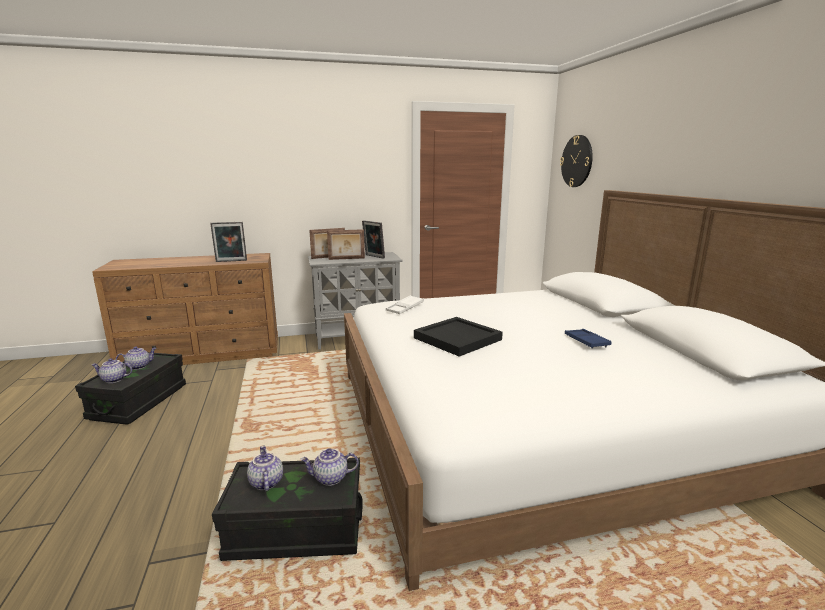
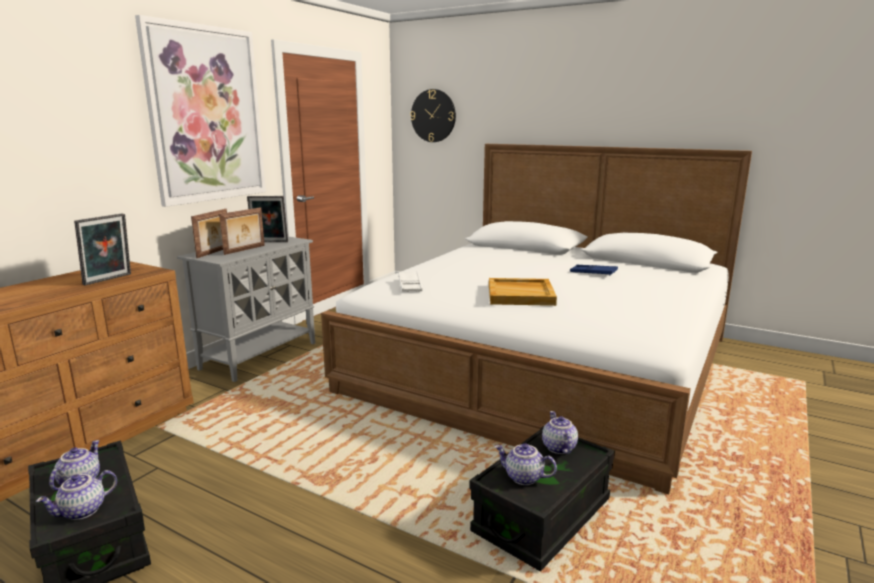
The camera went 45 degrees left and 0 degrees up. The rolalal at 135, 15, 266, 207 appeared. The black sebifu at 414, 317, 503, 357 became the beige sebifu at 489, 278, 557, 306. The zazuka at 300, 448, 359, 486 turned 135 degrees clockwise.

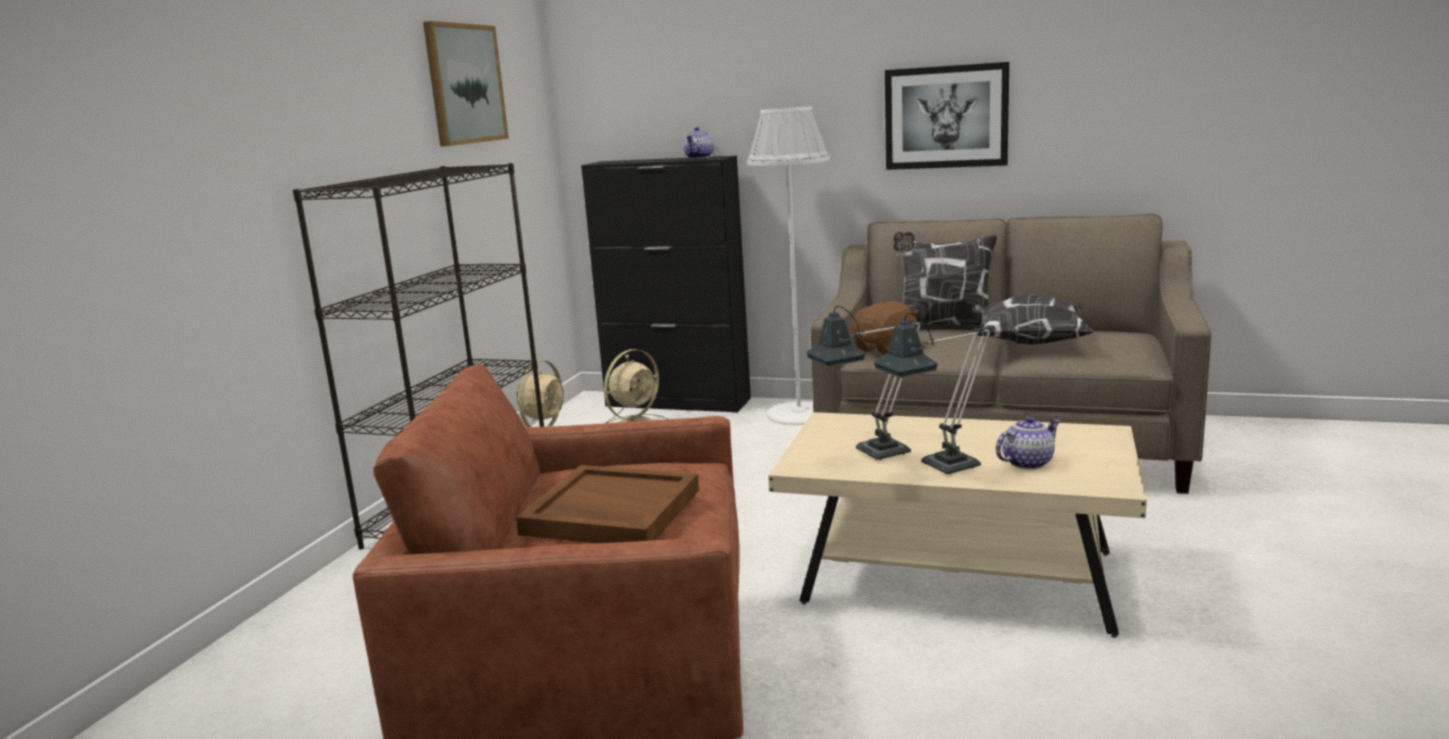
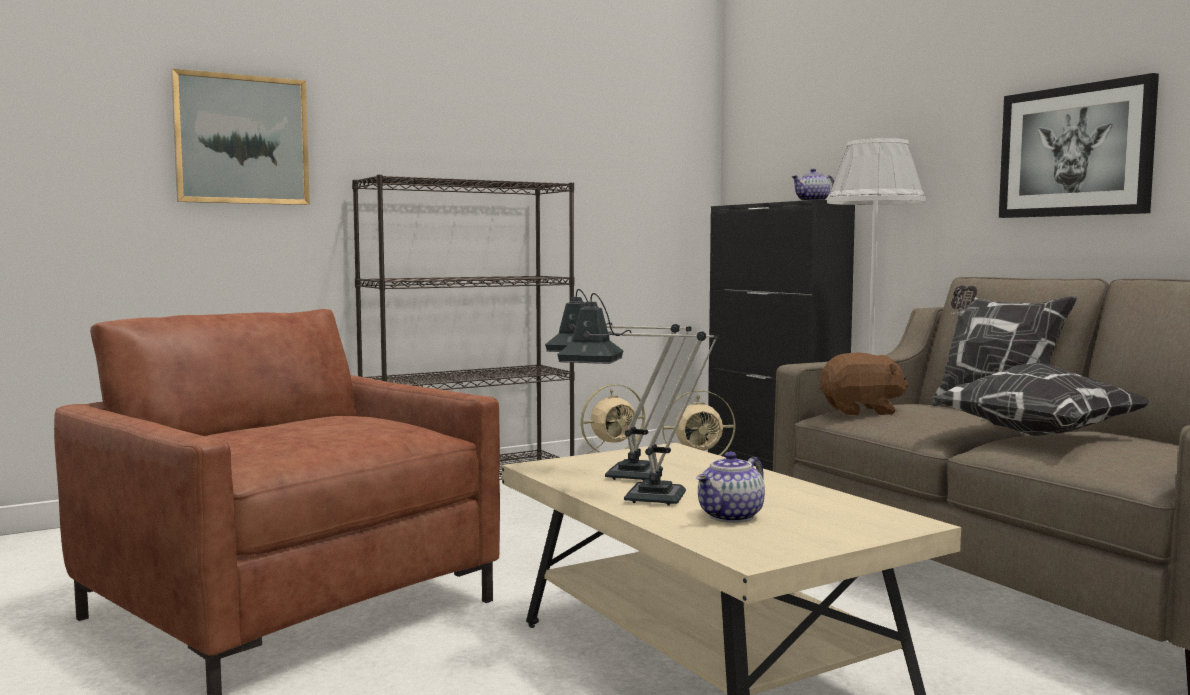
The camera went 40 degrees right and 10 degrees down. The brown sebifu at 516, 465, 699, 543 disappeared. The rolalal moved from 423, 21, 509, 147 to 171, 69, 310, 205. The zazuka at 996, 416, 1060, 469 turned 120 degrees clockwise.

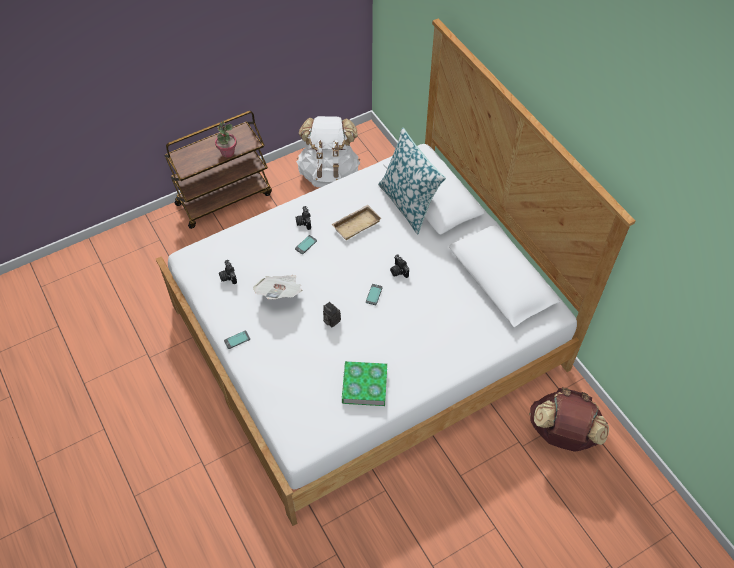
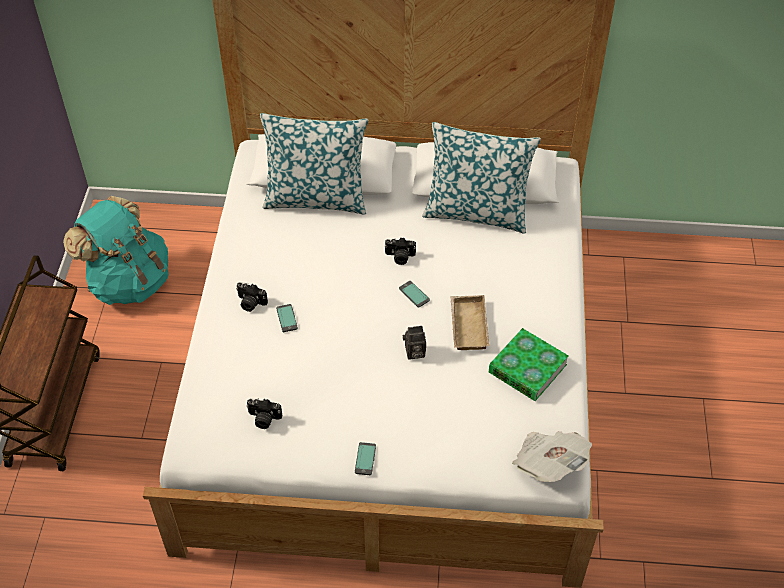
The camera went 55 degrees left and 5 degrees down. The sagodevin at 215, 121, 237, 158 disappeared. The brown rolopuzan at 529, 387, 609, 452 disappeared. The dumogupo at 422, 122, 541, 234 appeared. The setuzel moved from 253, 275, 302, 299 to 512, 431, 592, 482. The beige sebifu moved from 332, 205, 382, 240 to 450, 295, 490, 350. The white rolopuzan at 296, 116, 360, 187 became the turquoise rolopuzan at 63, 196, 169, 305.

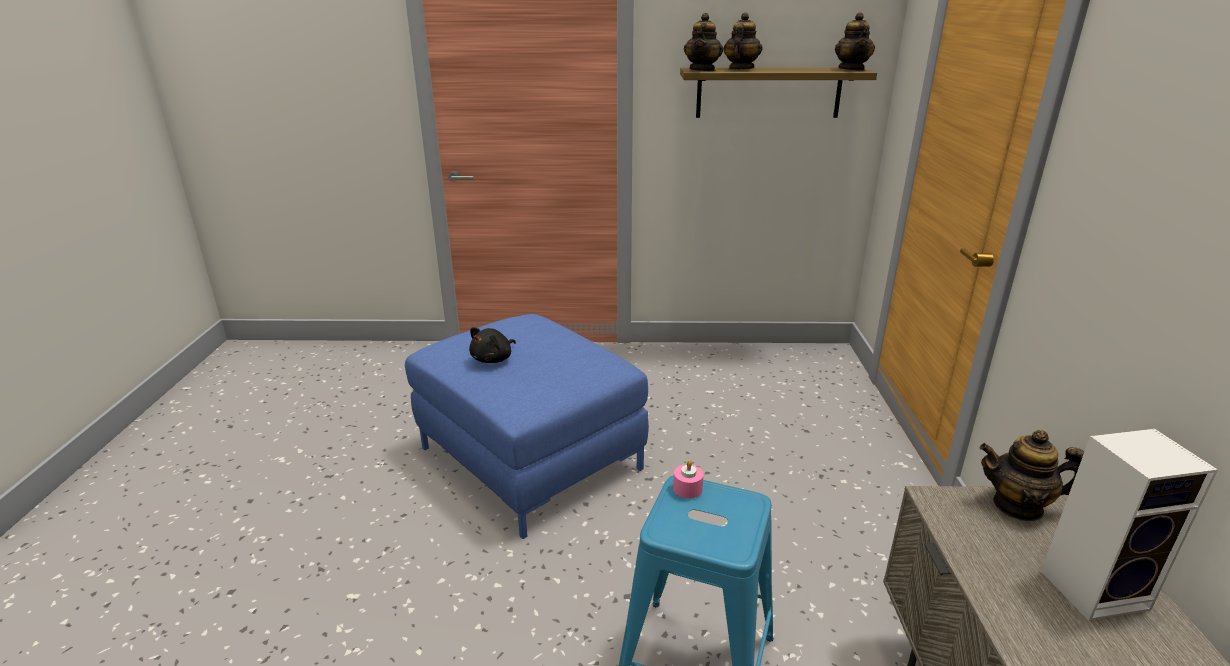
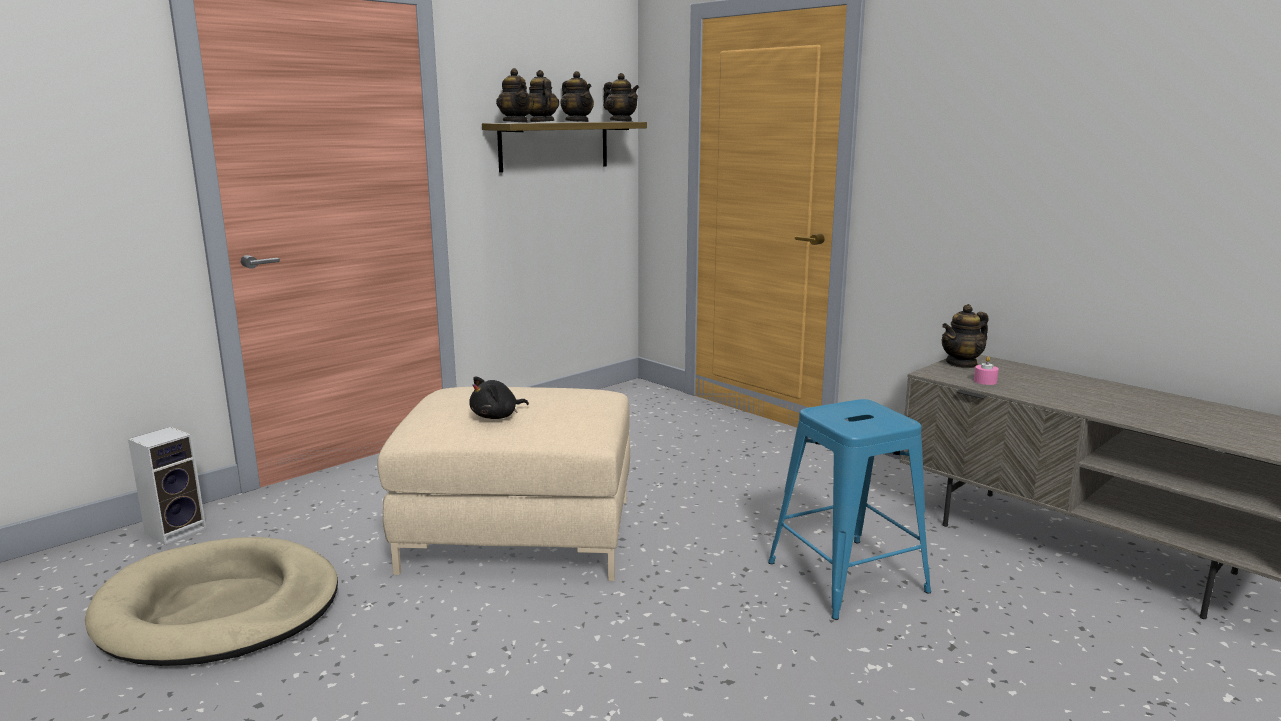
The camera went 45 degrees left and 10 degrees down. The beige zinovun at 85, 537, 338, 666 appeared. The zazuka at 560, 71, 594, 122 appeared. The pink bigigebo moved from 673, 460, 703, 498 to 974, 356, 999, 385. The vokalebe moved from 1041, 429, 1218, 621 to 128, 427, 206, 545. The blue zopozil at 405, 314, 649, 539 became the beige zopozil at 377, 387, 630, 581. The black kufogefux at 469, 327, 516, 363 turned 60 degrees clockwise.

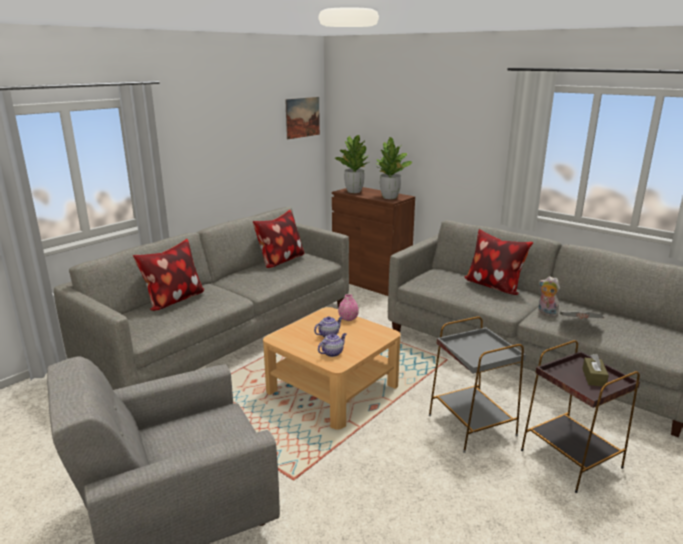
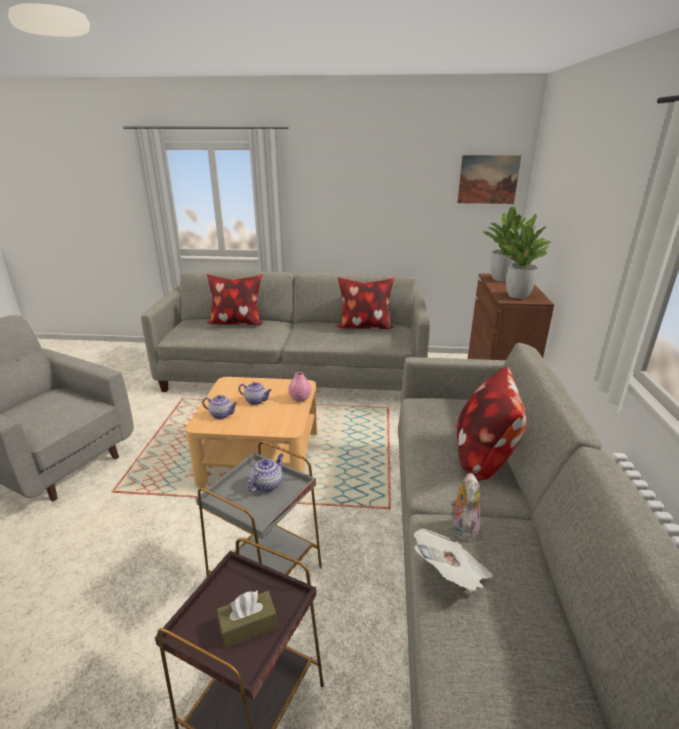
The camera went 55 degrees right and 5 degrees up. The zazuka at 247, 454, 284, 492 appeared.

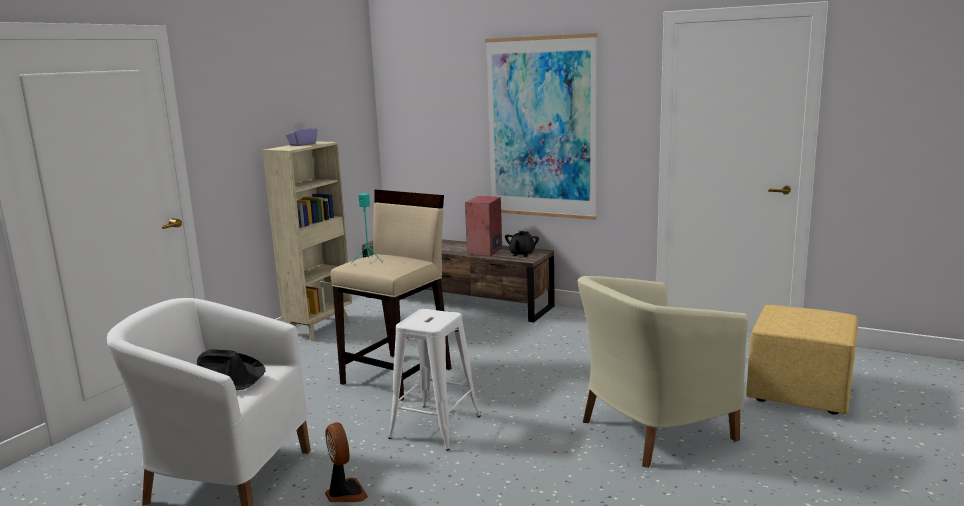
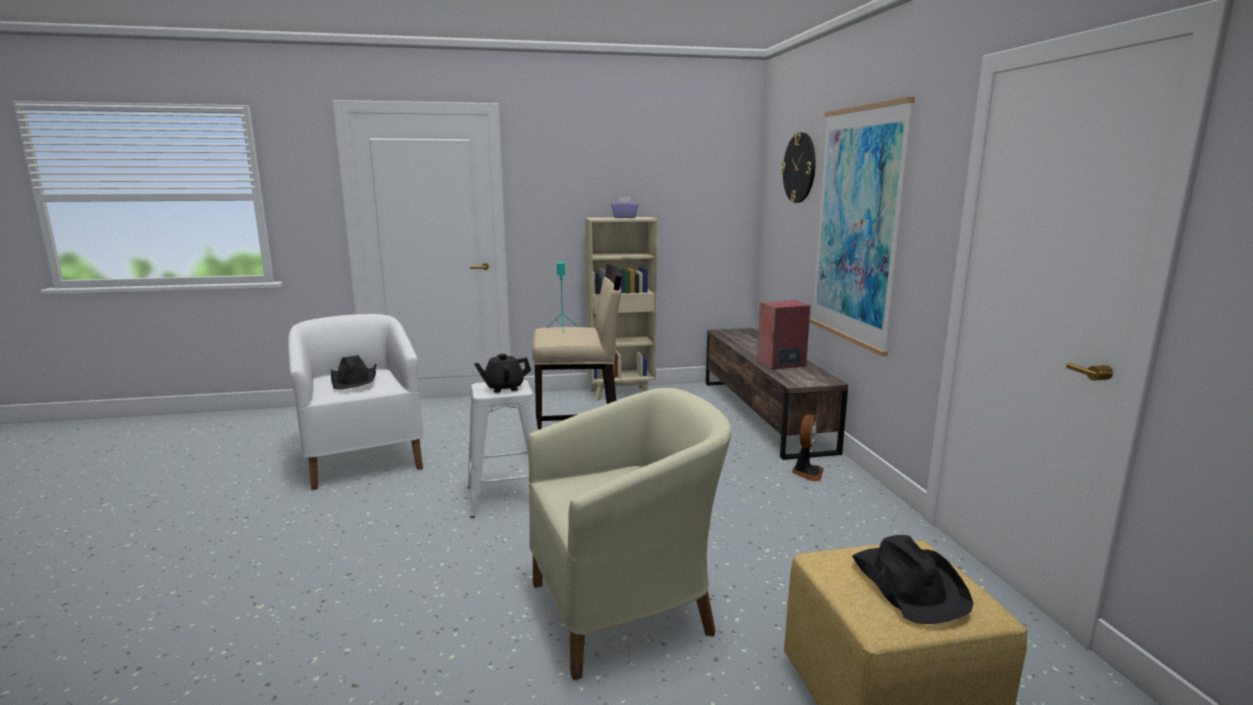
The camera went 50 degrees right and 0 degrees up. The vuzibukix at 781, 133, 816, 203 appeared. The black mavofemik at 852, 535, 973, 624 appeared. The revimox moved from 325, 422, 368, 502 to 792, 415, 824, 481. The black zazuka moved from 505, 231, 539, 257 to 474, 354, 531, 393. The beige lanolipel at 578, 276, 748, 468 turned 135 degrees clockwise.

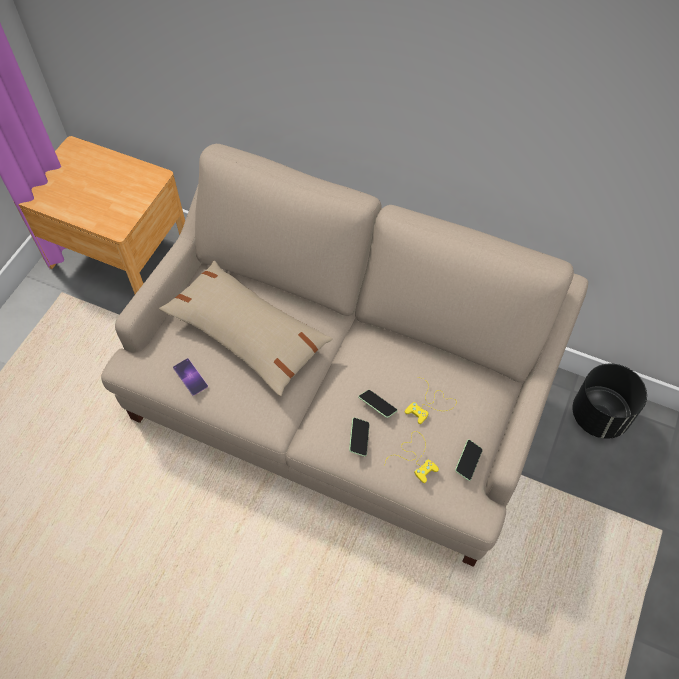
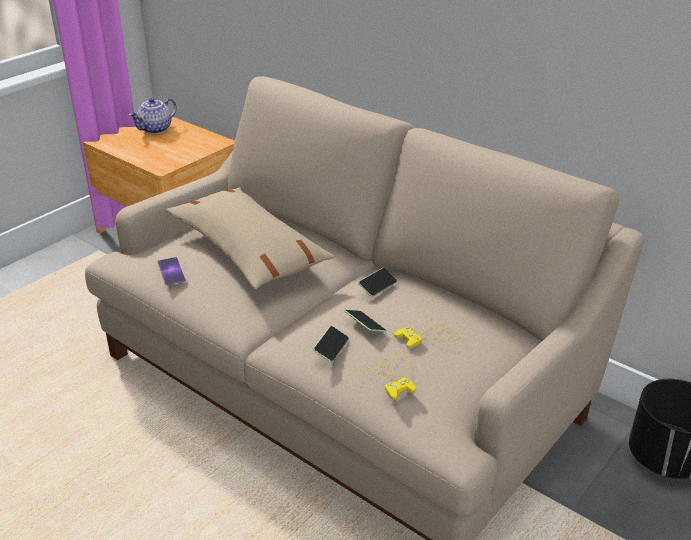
The camera went 15 degrees right and 25 degrees down. The zazuka at 129, 98, 177, 134 appeared. The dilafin moved from 455, 439, 483, 481 to 358, 268, 397, 297.

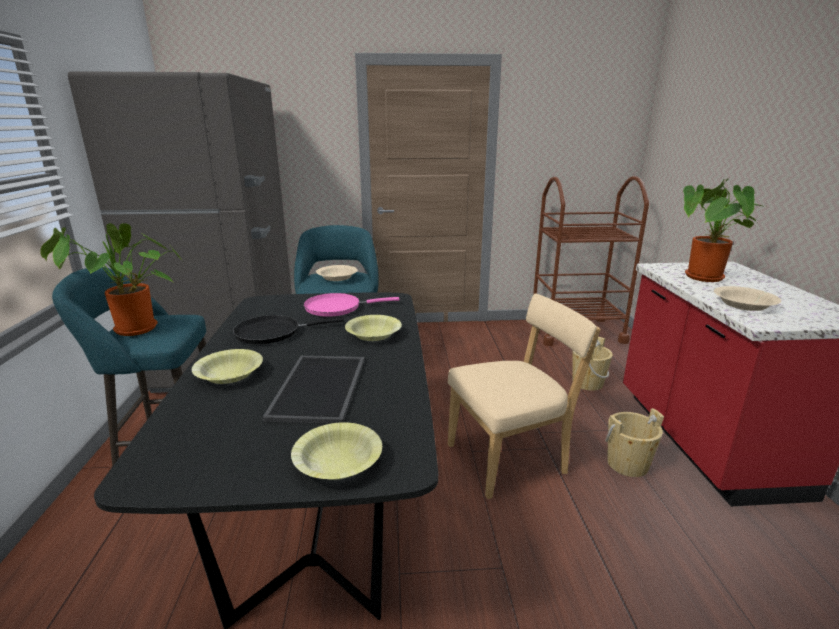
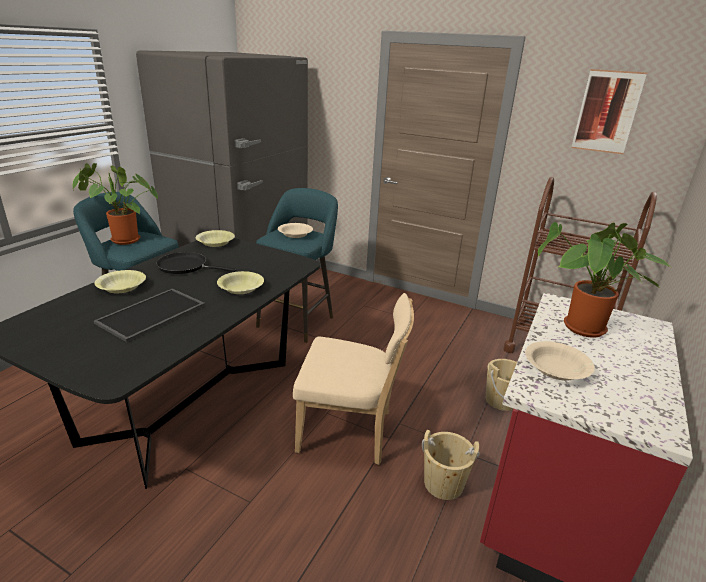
The camera went 30 degrees right and 5 degrees up. The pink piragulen at 304, 293, 400, 317 disappeared. The rolalal at 571, 69, 647, 154 appeared. The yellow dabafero moved from 291, 422, 382, 480 to 196, 230, 235, 247.

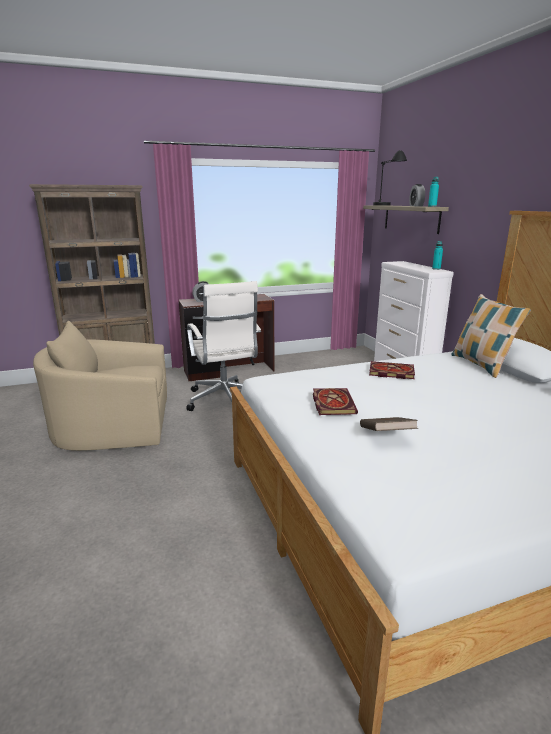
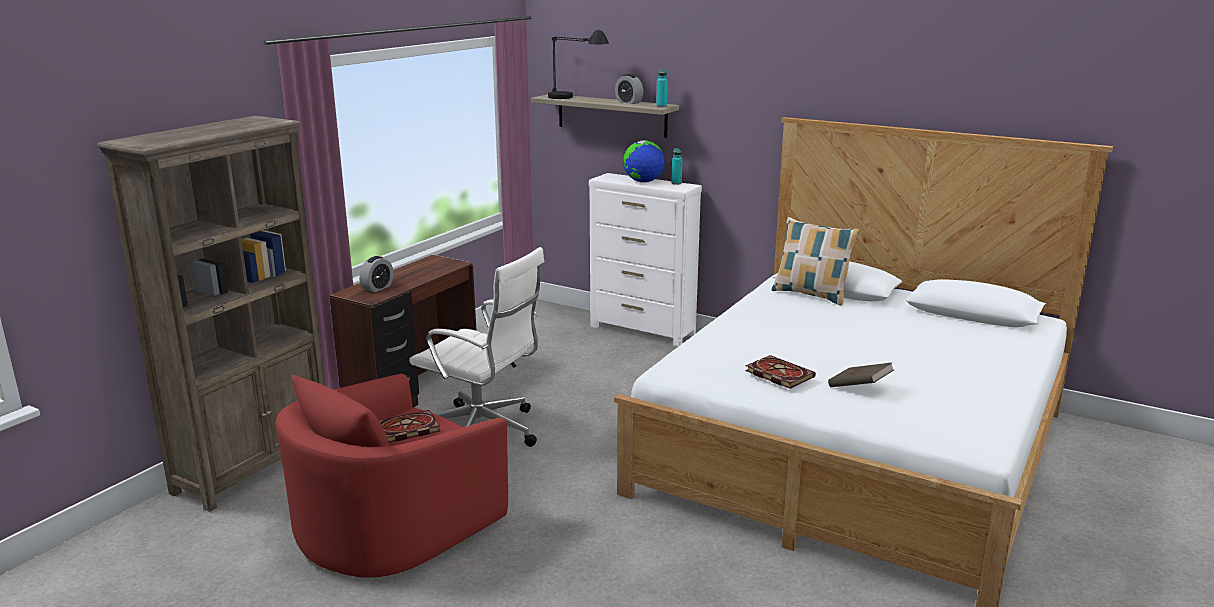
The camera went 40 degrees left and 0 degrees up. The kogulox at 623, 140, 665, 183 appeared. The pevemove moved from 369, 361, 415, 379 to 379, 410, 440, 442. The beige lanolipel at 33, 321, 167, 451 became the red lanolipel at 275, 374, 508, 578.

